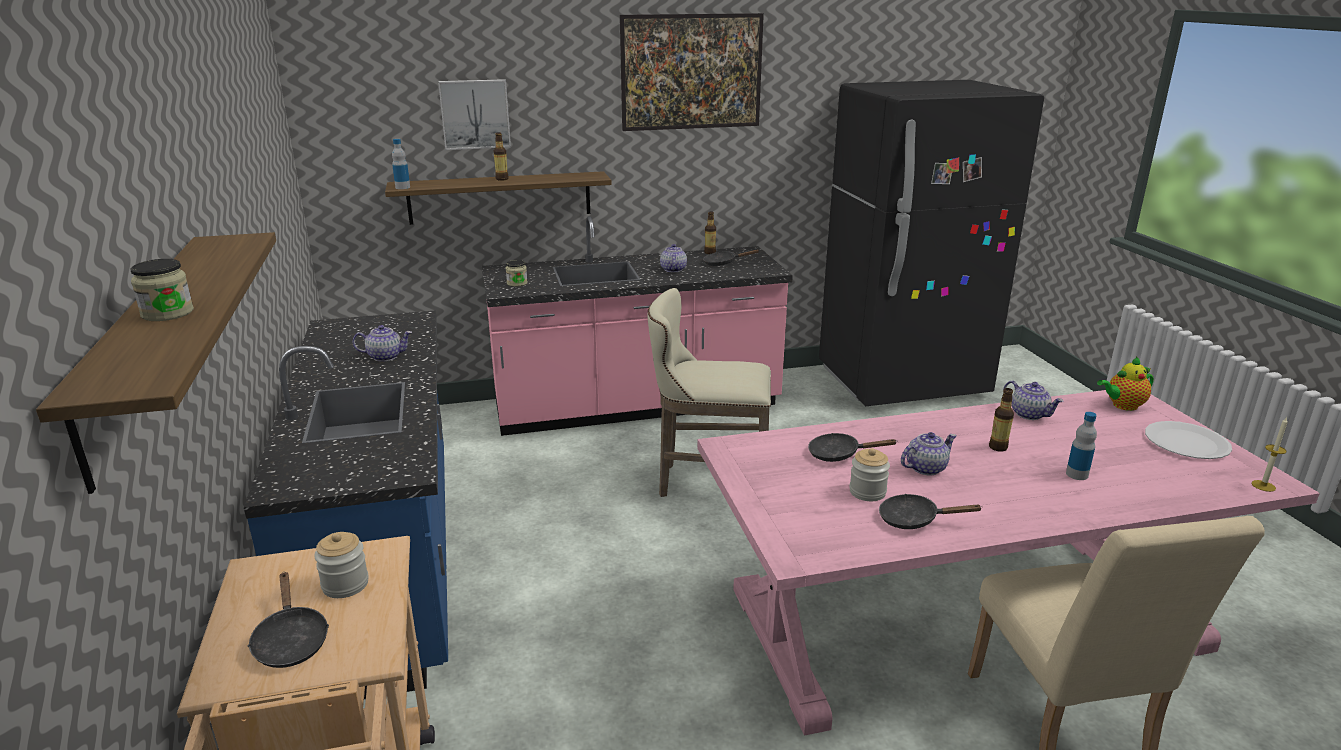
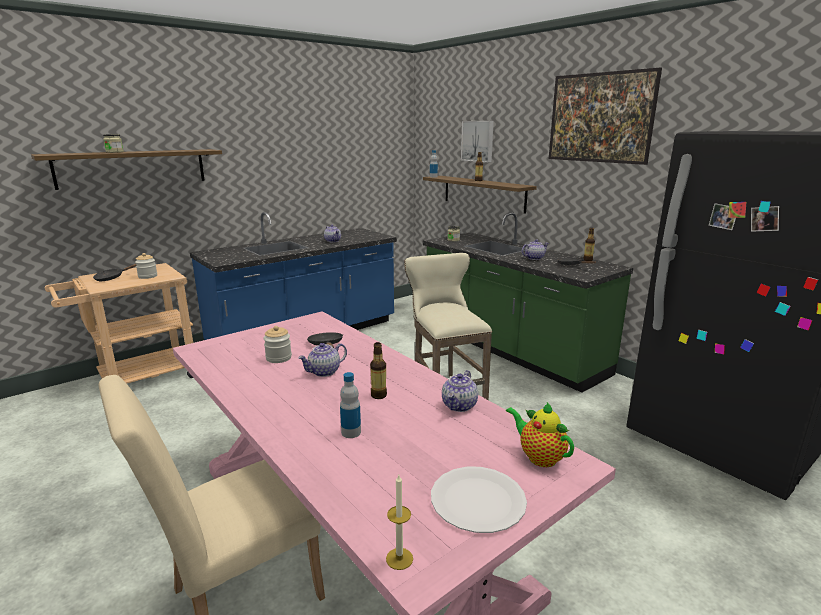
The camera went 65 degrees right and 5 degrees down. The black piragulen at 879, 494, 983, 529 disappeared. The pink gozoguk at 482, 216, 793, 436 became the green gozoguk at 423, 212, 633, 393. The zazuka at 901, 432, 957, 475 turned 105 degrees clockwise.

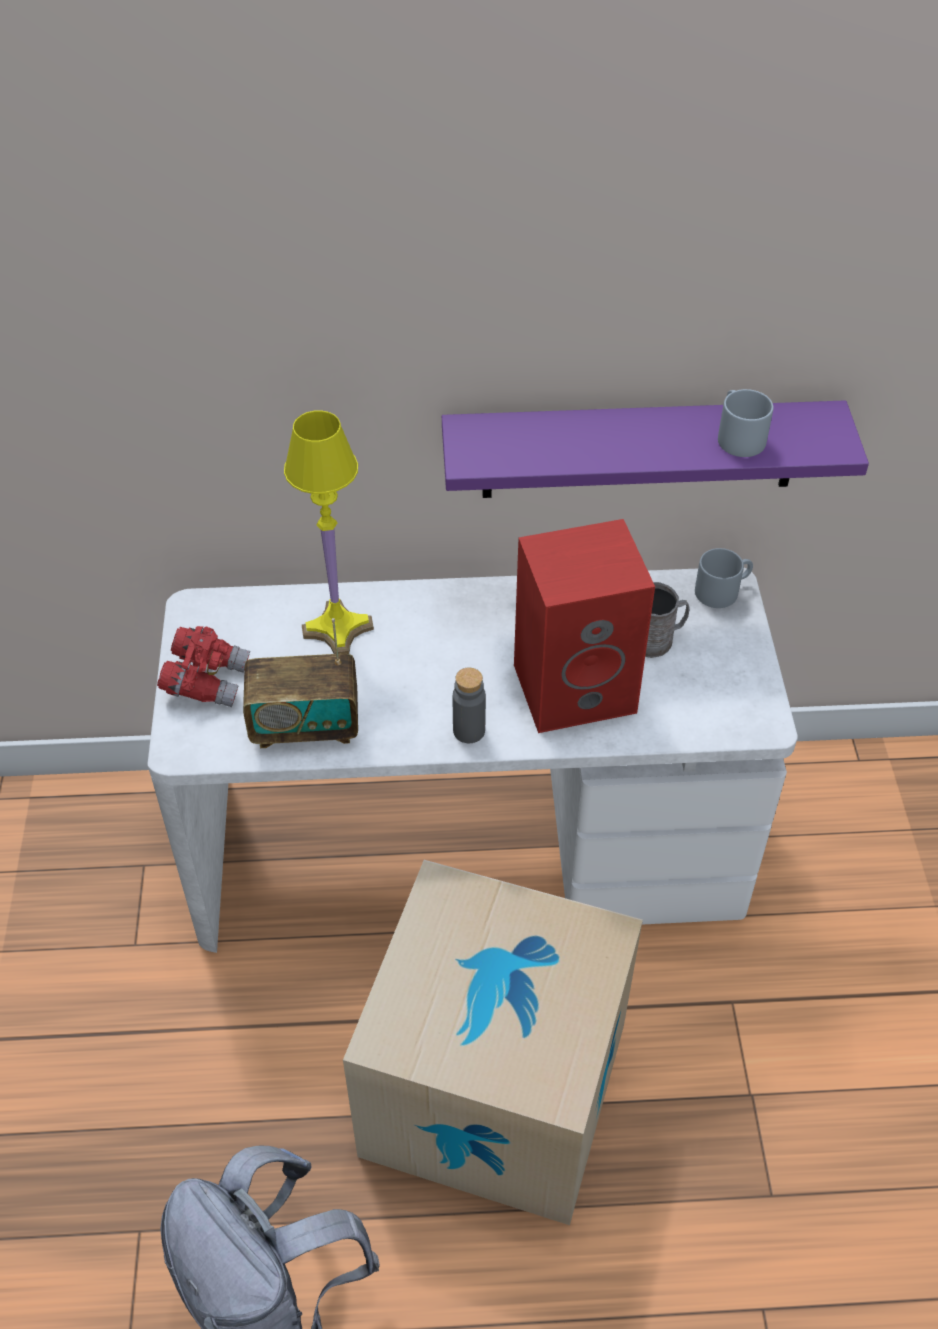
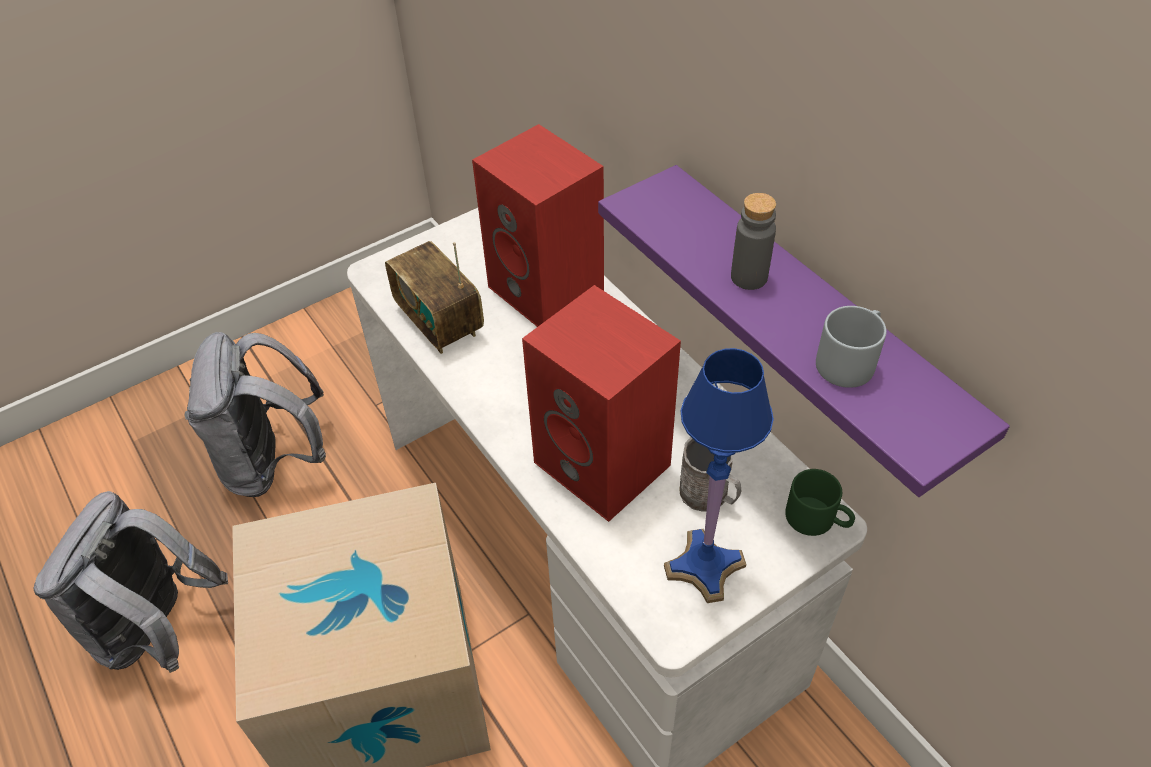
The camera went 60 degrees right and 0 degrees up. The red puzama at 157, 626, 250, 707 disappeared. The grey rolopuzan at 185, 332, 326, 497 appeared. The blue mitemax at 664, 348, 774, 603 appeared. The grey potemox moved from 453, 668, 486, 743 to 731, 193, 776, 290. The yellow mitemax at 284, 411, 374, 654 was replaced by the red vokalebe at 472, 124, 604, 327. The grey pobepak at 695, 548, 753, 608 became the green pobepak at 785, 469, 855, 536.

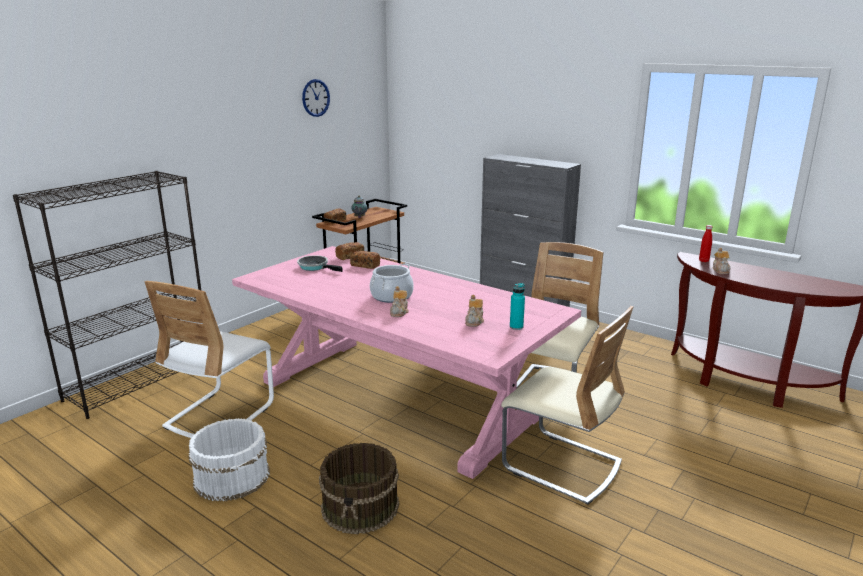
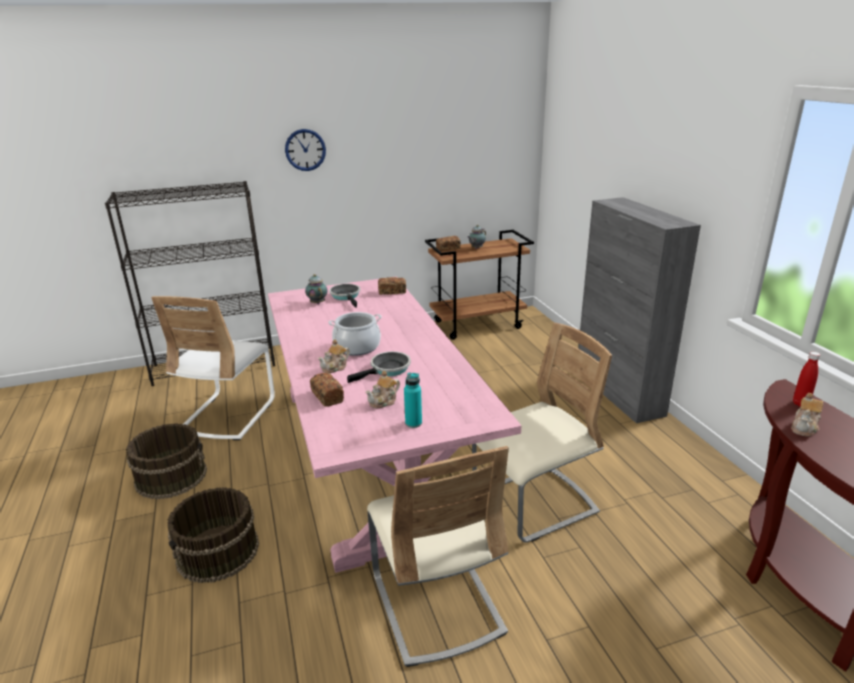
The camera went 35 degrees right and 5 degrees up. The zazuka at 305, 274, 327, 304 appeared. The piragulen at 347, 351, 411, 383 appeared. The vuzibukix moved from 302, 79, 330, 117 to 285, 129, 326, 171. The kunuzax moved from 350, 251, 380, 269 to 310, 372, 344, 407. The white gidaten at 189, 418, 270, 501 became the brown gidaten at 126, 423, 207, 499. The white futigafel at 145, 281, 274, 438 turned 45 degrees counterclockwise.

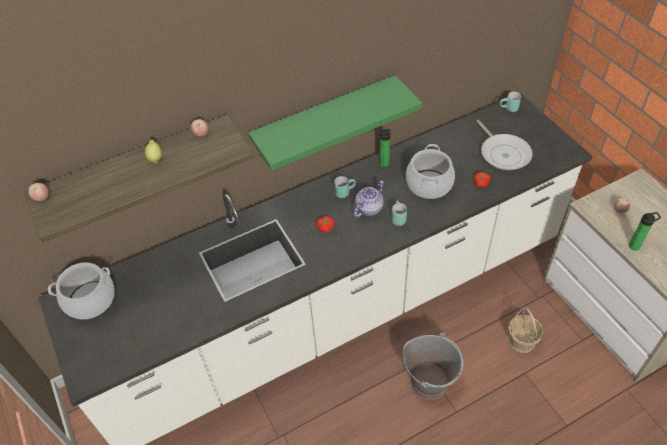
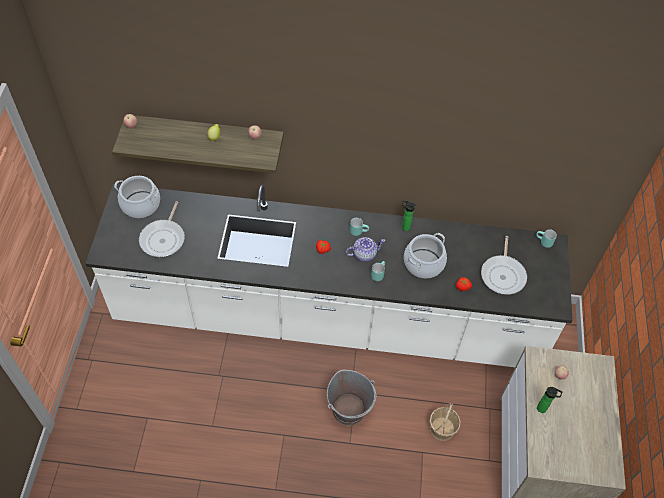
The camera went 30 degrees right and 5 degrees up. The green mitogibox at 248, 75, 422, 171 disappeared. The piragulen at 139, 201, 185, 257 appeared.

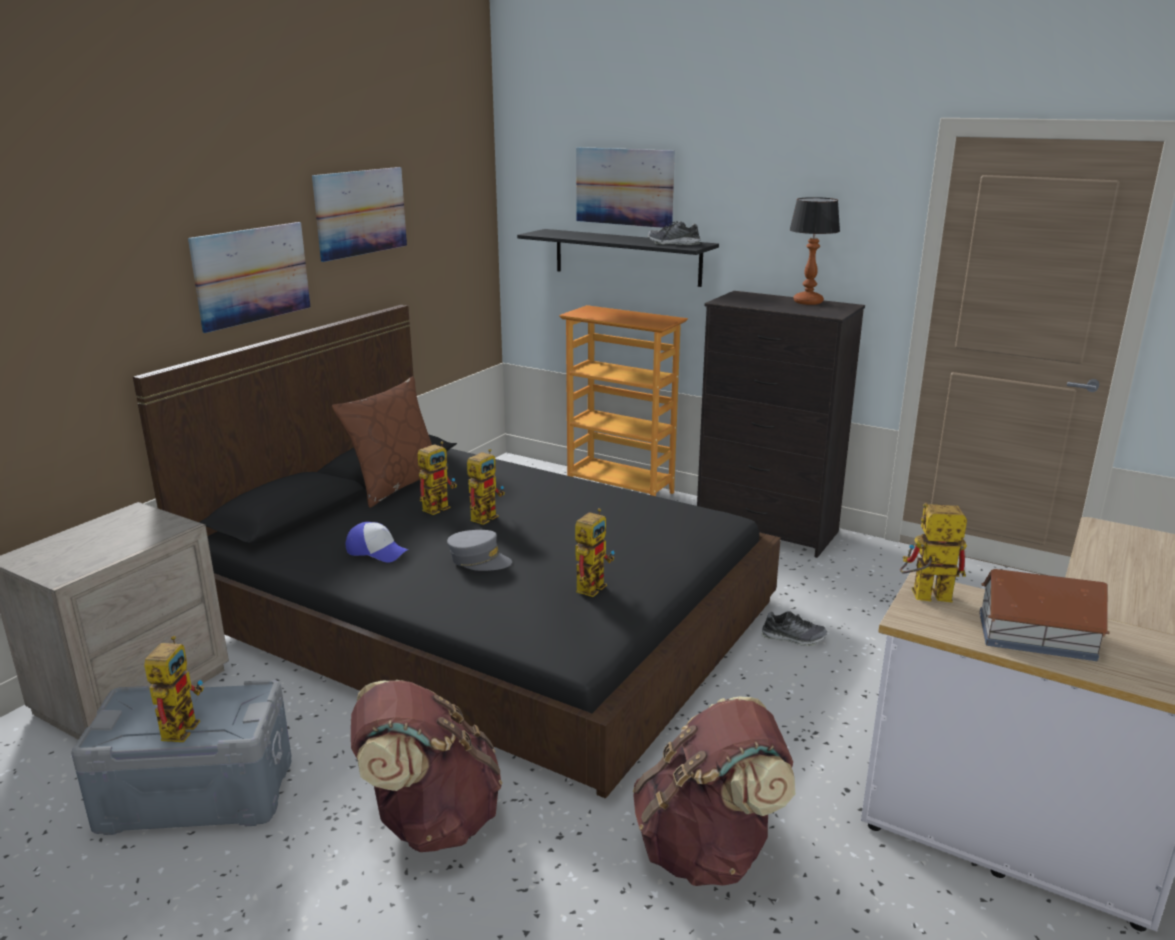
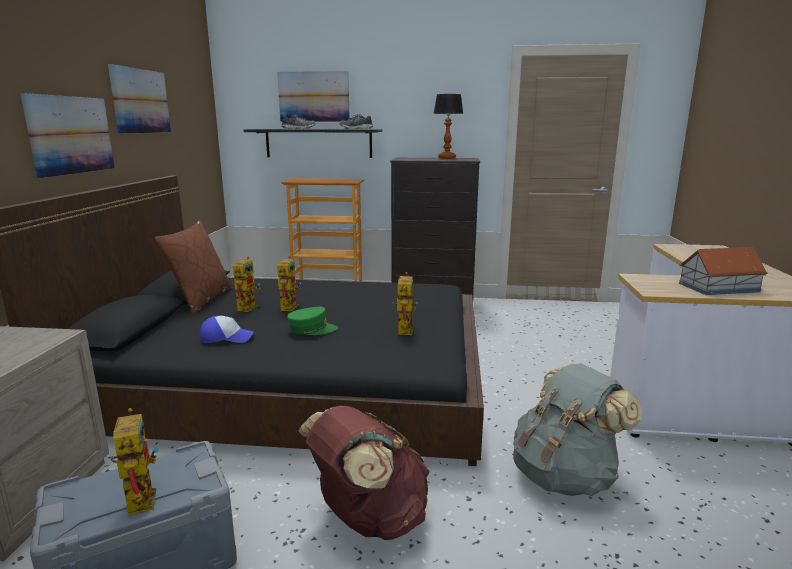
The camera went 25 degrees left and 5 degrees down. The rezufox at 900, 503, 967, 603 disappeared. The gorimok moved from 762, 611, 827, 646 to 281, 114, 315, 129. The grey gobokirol at 447, 530, 512, 571 became the green gobokirol at 287, 307, 338, 335. The brown rolopuzan at 633, 697, 795, 886 became the grey rolopuzan at 513, 363, 642, 496.

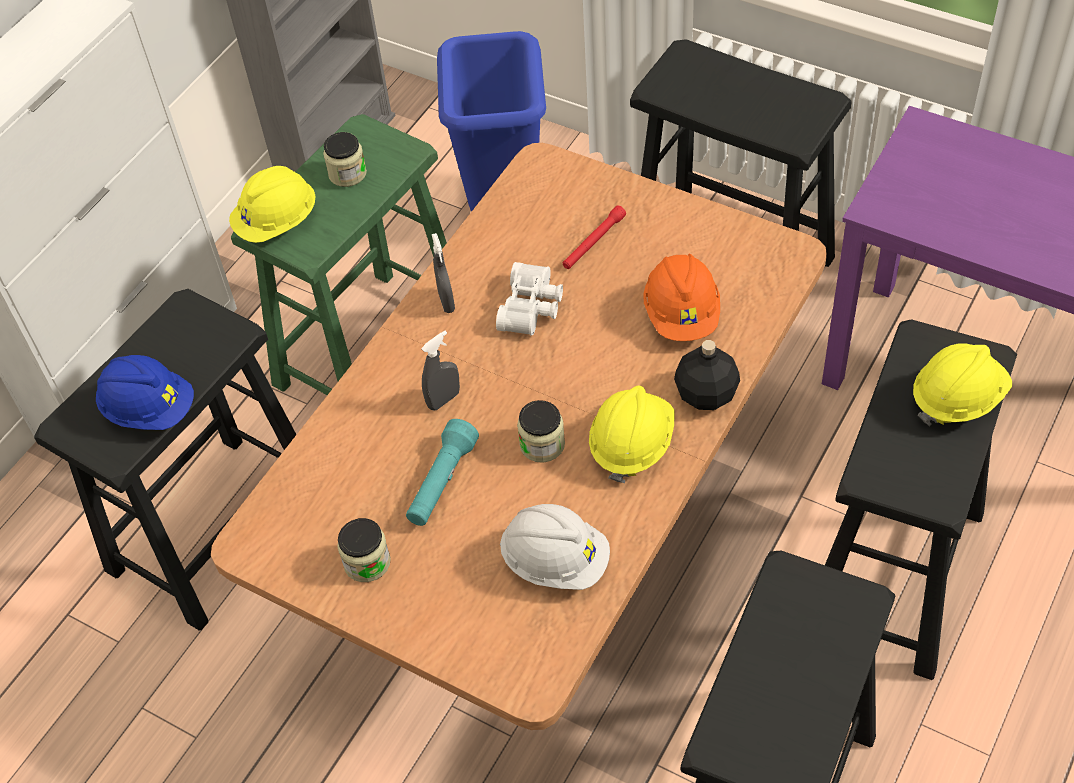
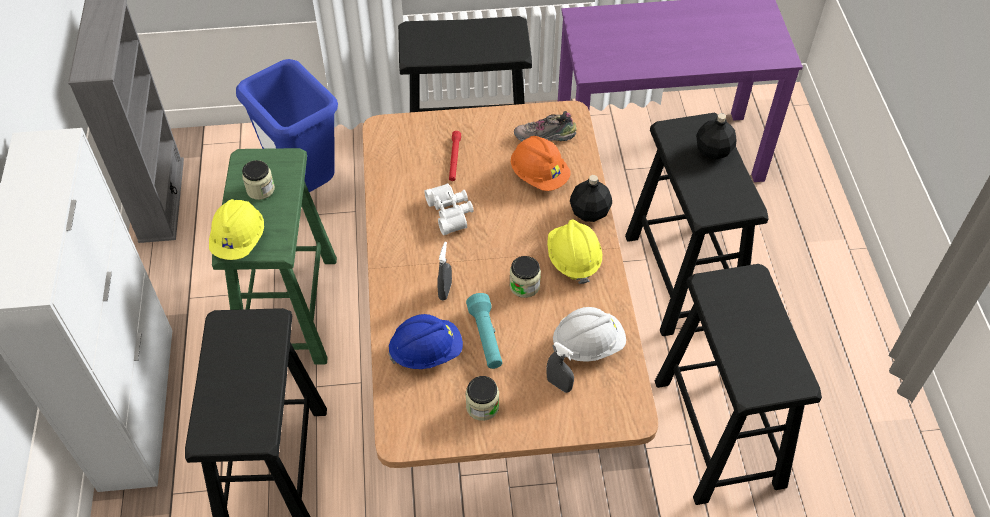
The camera went 40 degrees left and 0 degrees up. The gorimok at 514, 111, 577, 142 appeared. The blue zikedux moved from 96, 355, 194, 430 to 388, 314, 463, 369. The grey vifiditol moved from 432, 233, 455, 313 to 546, 342, 574, 393. The yellow zikedux at 913, 344, 1012, 426 was replaced by the black potemox at 696, 113, 737, 160.

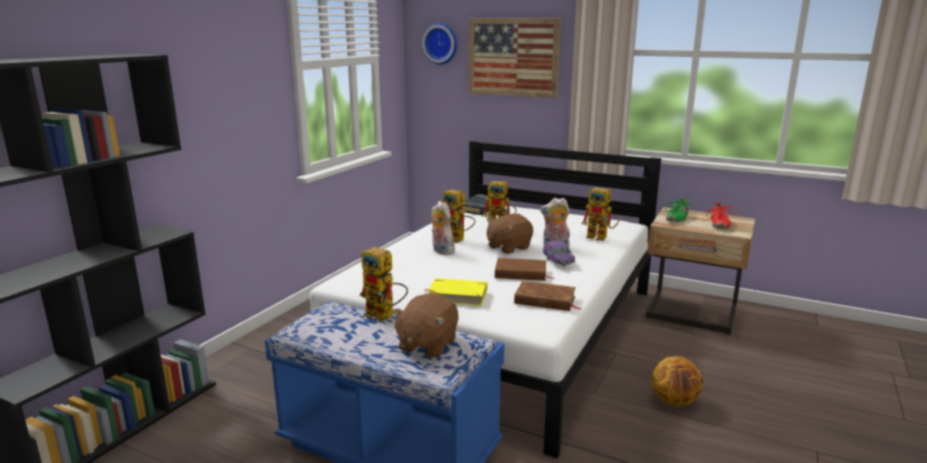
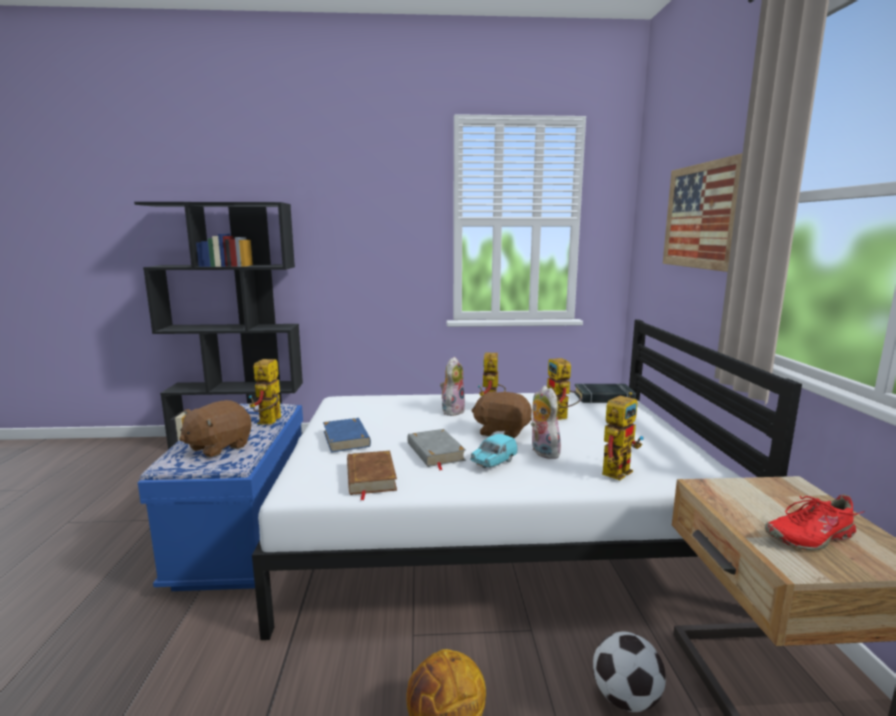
The camera went 60 degrees right and 5 degrees down. The vuzibukix at 422, 23, 457, 65 disappeared. The green gorimok at 665, 197, 692, 222 disappeared. The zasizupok at 593, 631, 666, 712 appeared. The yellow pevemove at 425, 278, 487, 306 became the blue pevemove at 323, 418, 371, 452. The brown pevemove at 495, 258, 554, 281 became the grey pevemove at 407, 429, 466, 470. The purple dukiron at 543, 241, 575, 266 became the turquoise dukiron at 470, 434, 517, 468. The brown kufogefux at 392, 294, 459, 358 turned 45 degrees counterclockwise. The rezufox at 582, 187, 619, 241 turned 135 degrees counterclockwise.

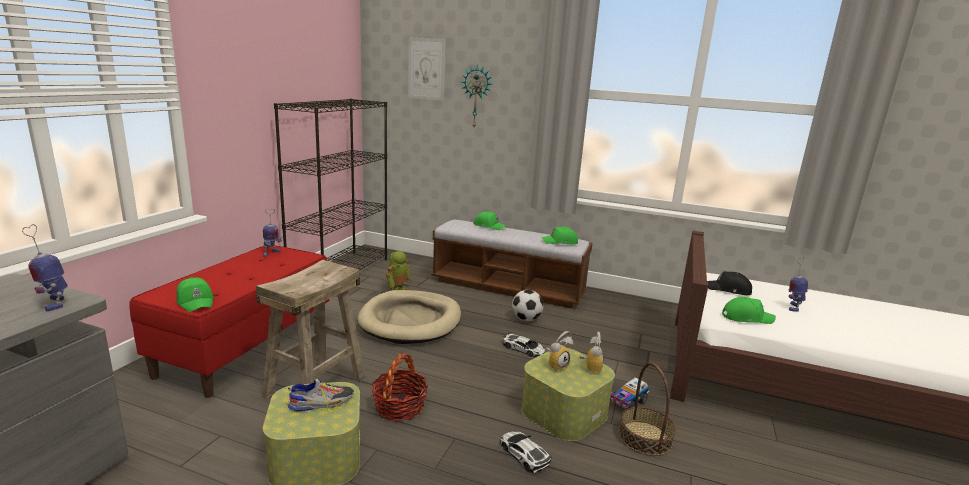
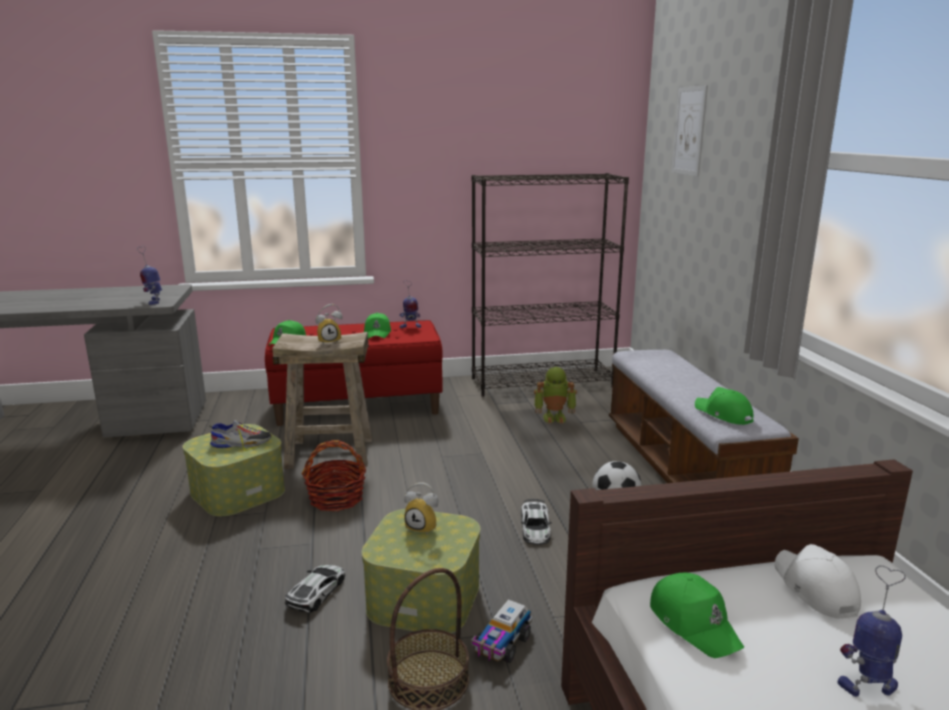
The camera went 60 degrees right and 0 degrees up. The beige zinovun at 357, 290, 461, 344 disappeared. The vuzibukix at 461, 64, 492, 127 disappeared. The green gobokirol moved from 474, 211, 506, 230 to 364, 313, 391, 339. The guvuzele moved from 579, 332, 603, 373 to 316, 304, 342, 345. The black gobokirol at 708, 271, 752, 295 became the white gobokirol at 774, 544, 861, 619. The rezufox at 22, 224, 68, 311 turned 45 degrees counterclockwise. The gorimok at 288, 379, 354, 412 turned 45 degrees counterclockwise. The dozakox at 610, 377, 649, 409 turned 75 degrees counterclockwise.

